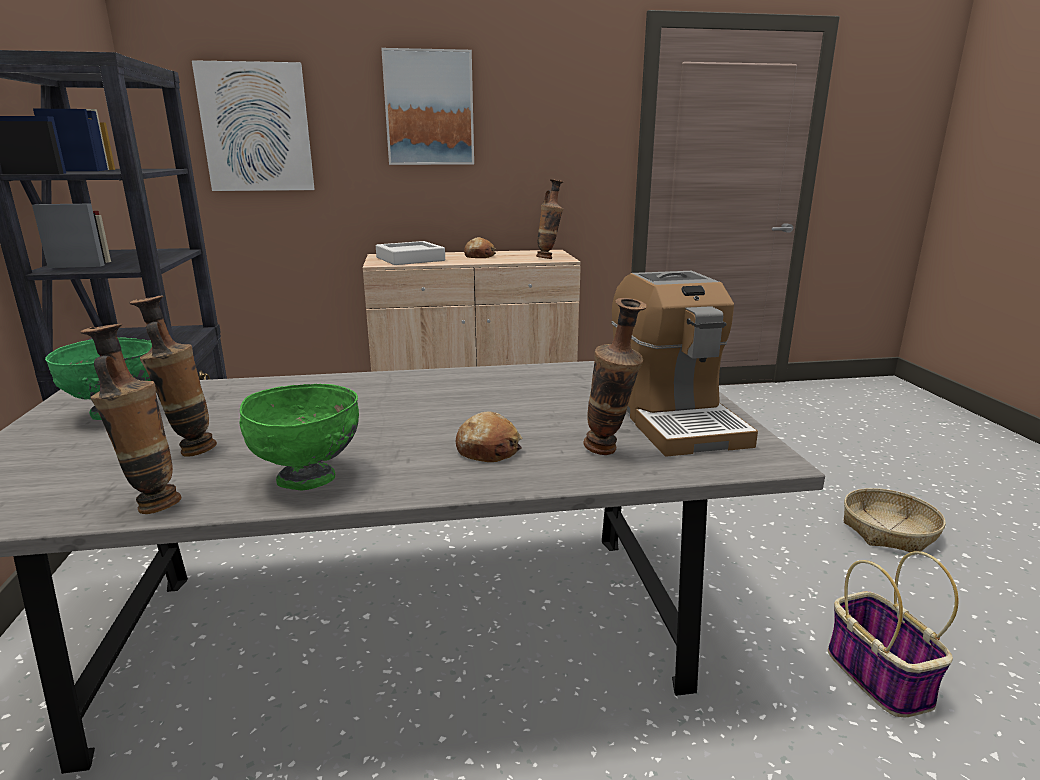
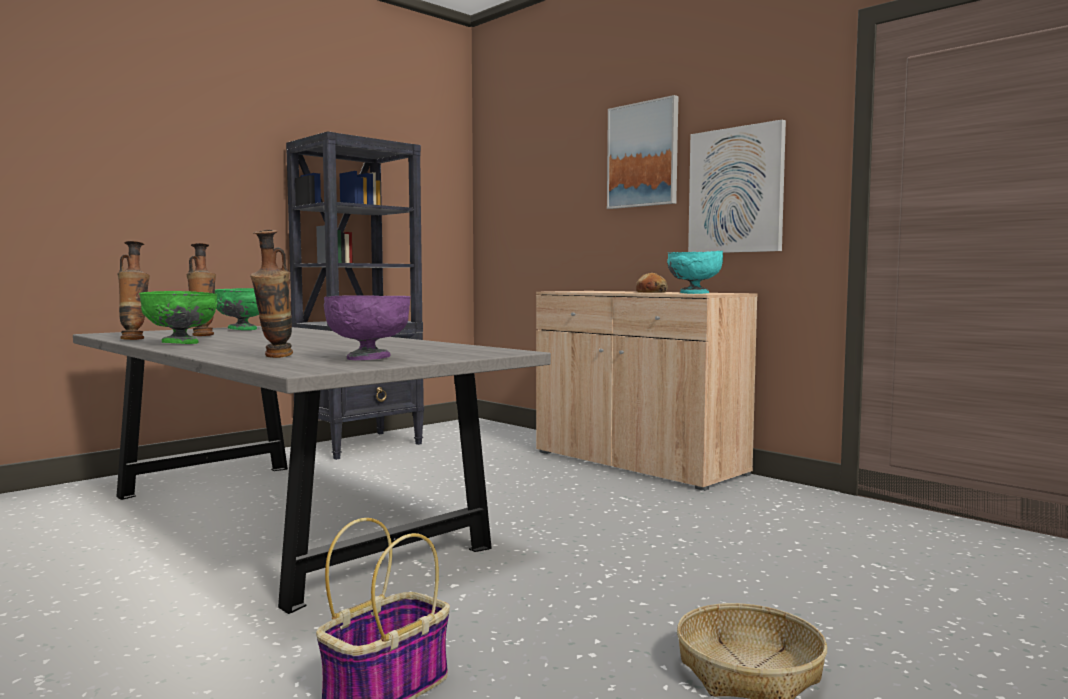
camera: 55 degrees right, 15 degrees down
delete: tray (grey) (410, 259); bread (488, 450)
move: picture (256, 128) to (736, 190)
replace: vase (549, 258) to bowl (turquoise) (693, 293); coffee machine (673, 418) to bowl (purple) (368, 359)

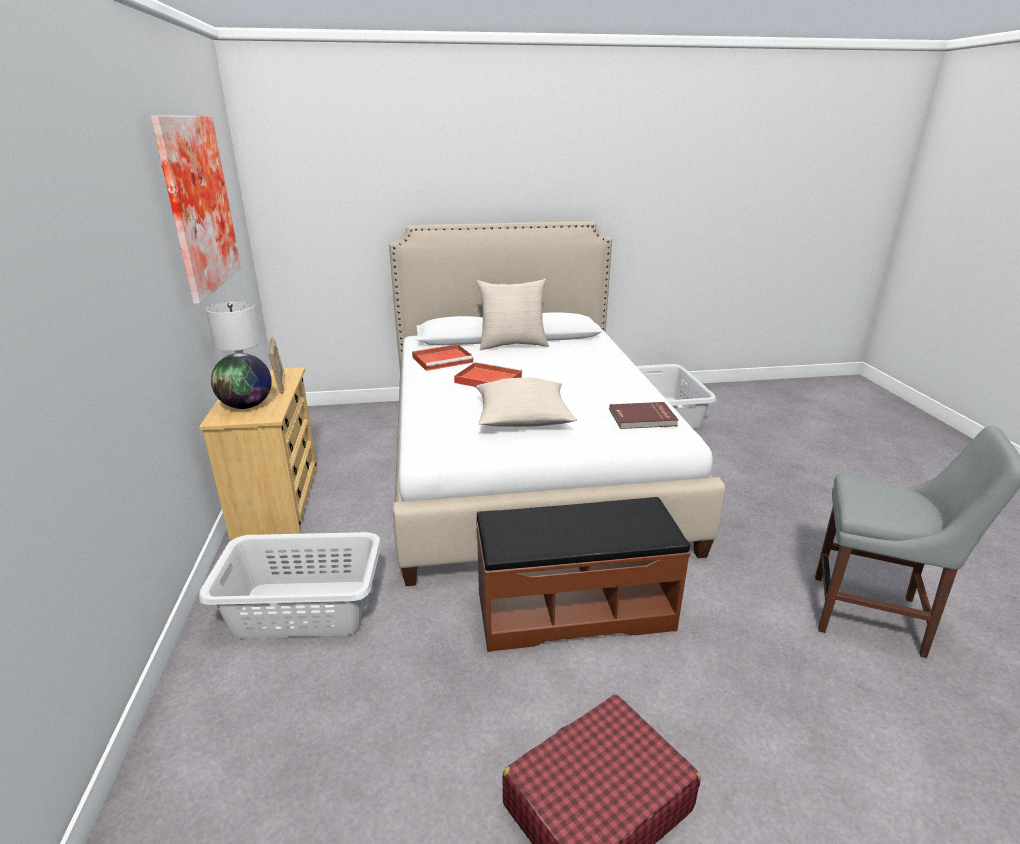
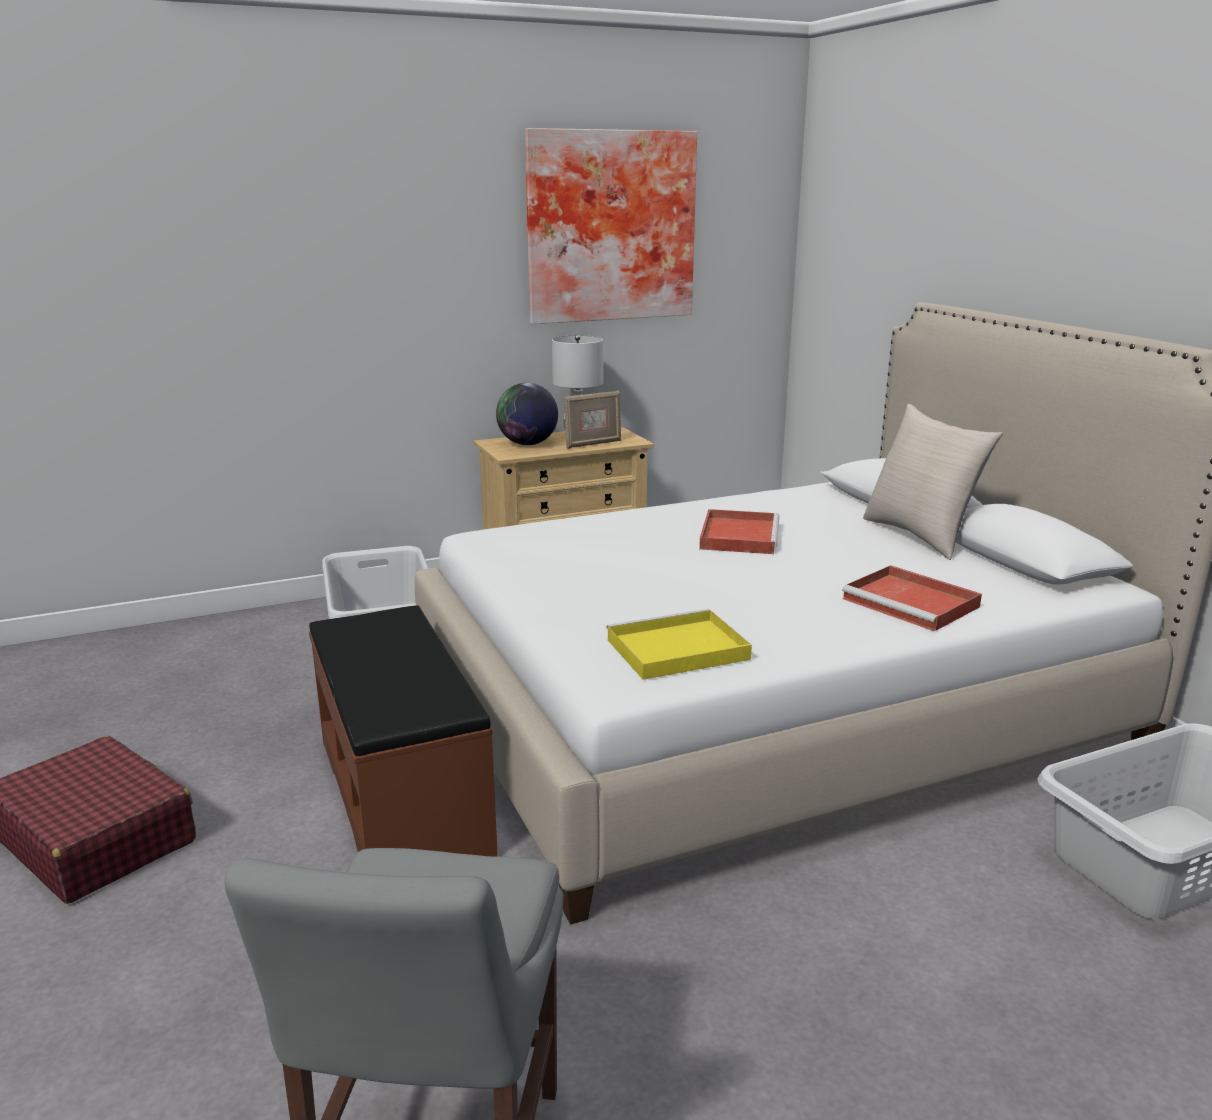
camera: 75 degrees right, 5 degrees down
delete: pillow (beige) (522, 418)
move: tray (red) (443, 359) to (913, 603)
replace: book (red) (642, 418) to tray (yellow) (675, 650)

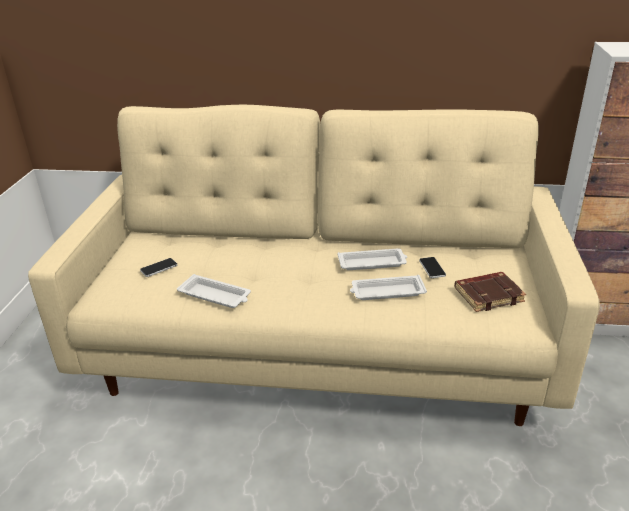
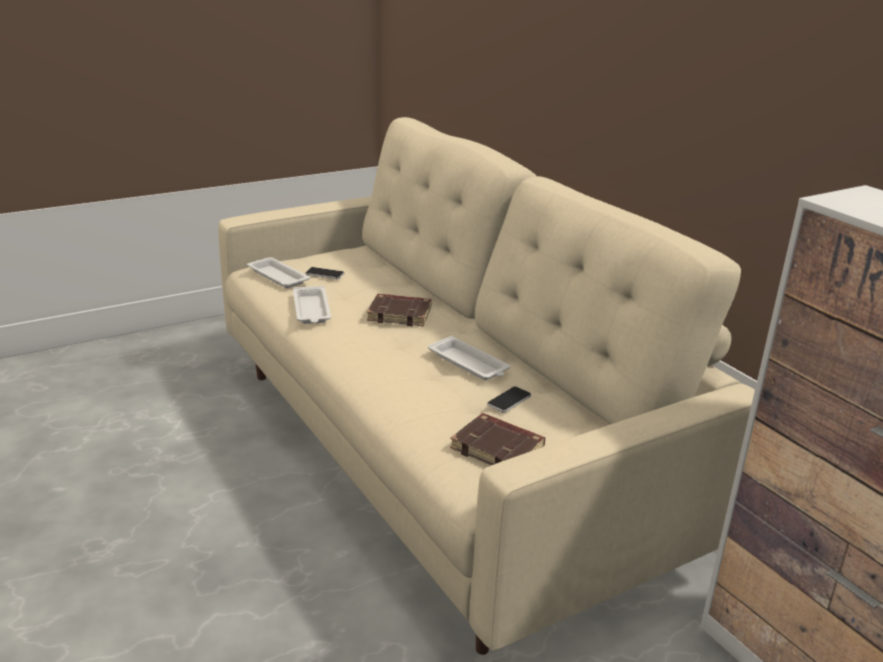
camera: 50 degrees right, 5 degrees down
insert: book (brown) (400, 314)
move: tray (white) (386, 292) to (277, 276)

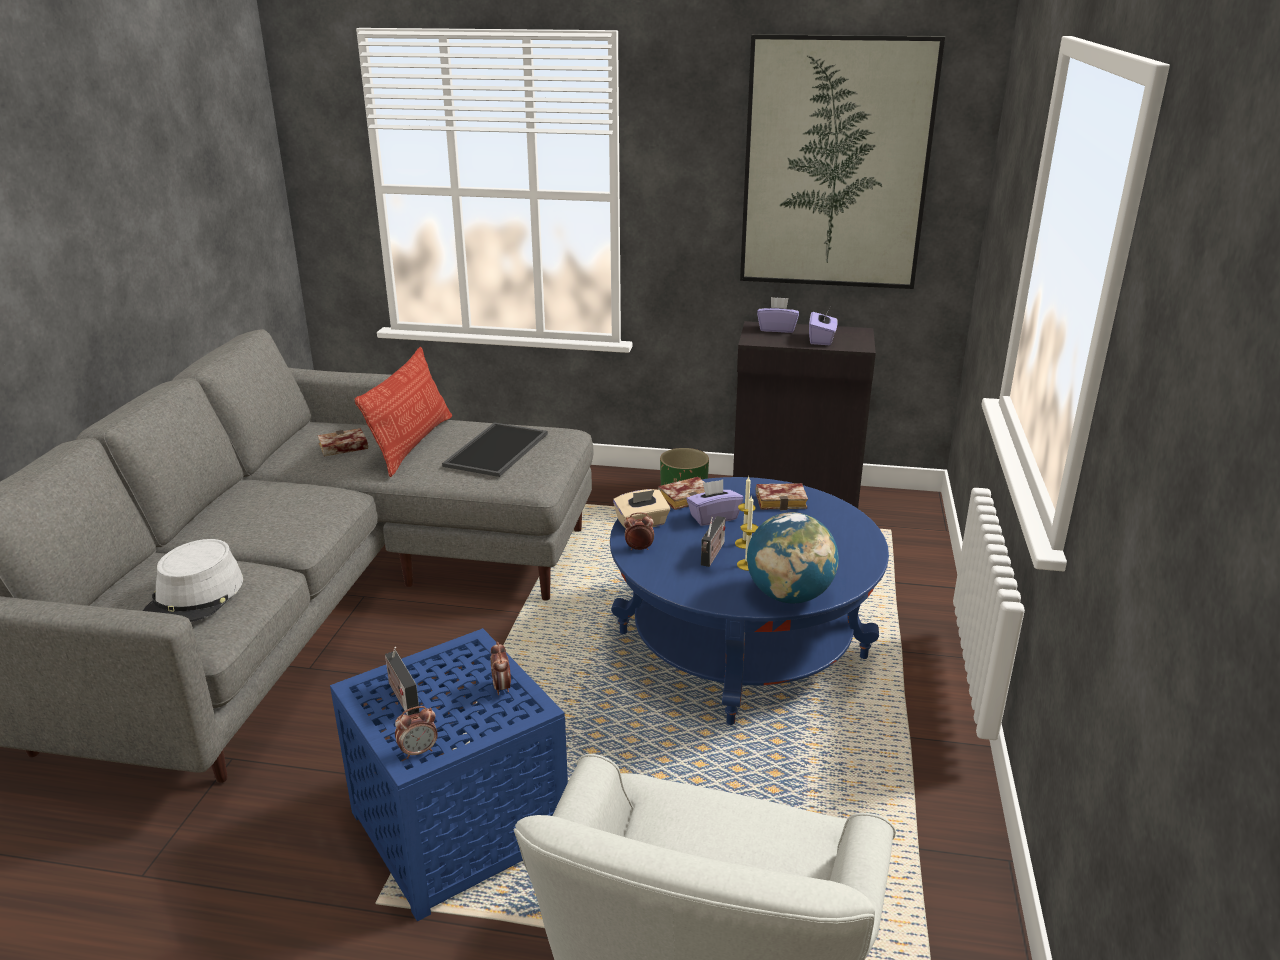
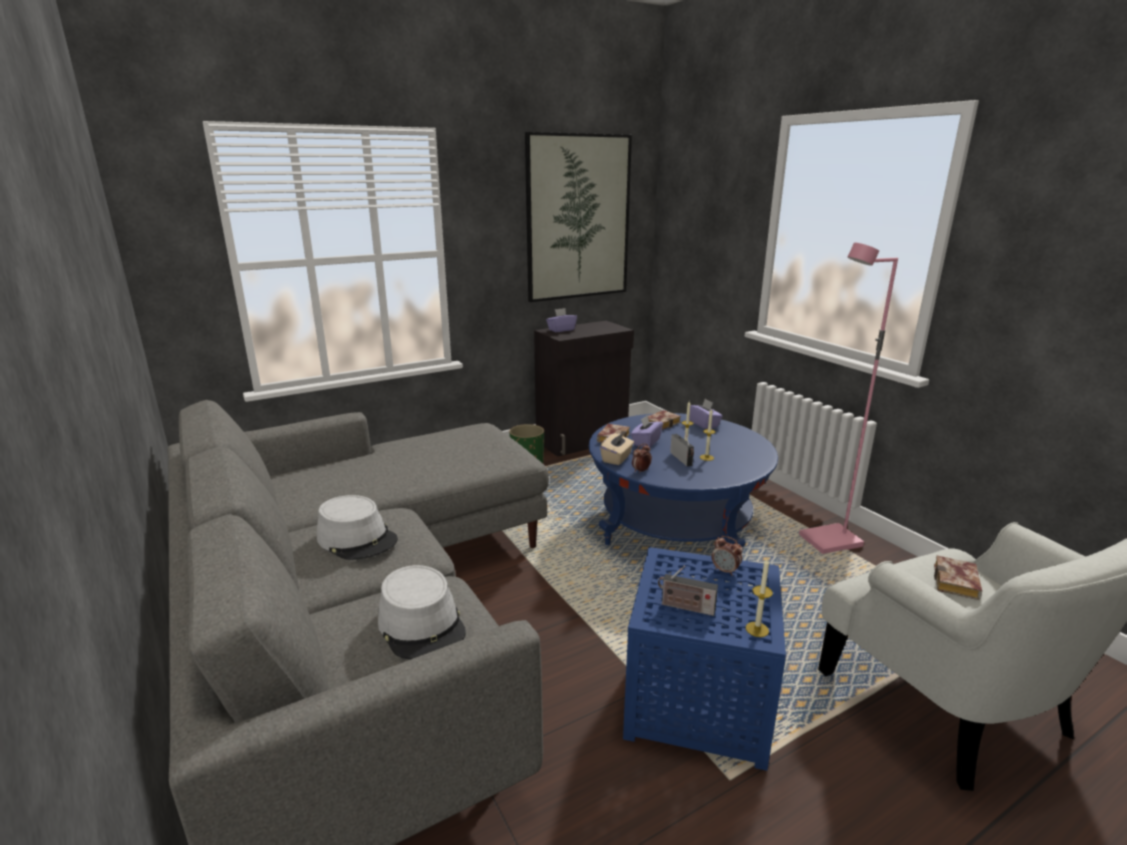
camera: 40 degrees left, 5 degrees down
delete: pillow (412, 444); tray (497, 450); globe (789, 596)
insert: hat (grey) (357, 539); floor lamp (pink) (830, 542)
move: book (341, 448) to (958, 584); tissue box (purple) (821, 340) to (704, 424)
replace: alarm clock (418, 751) to candle (757, 629)

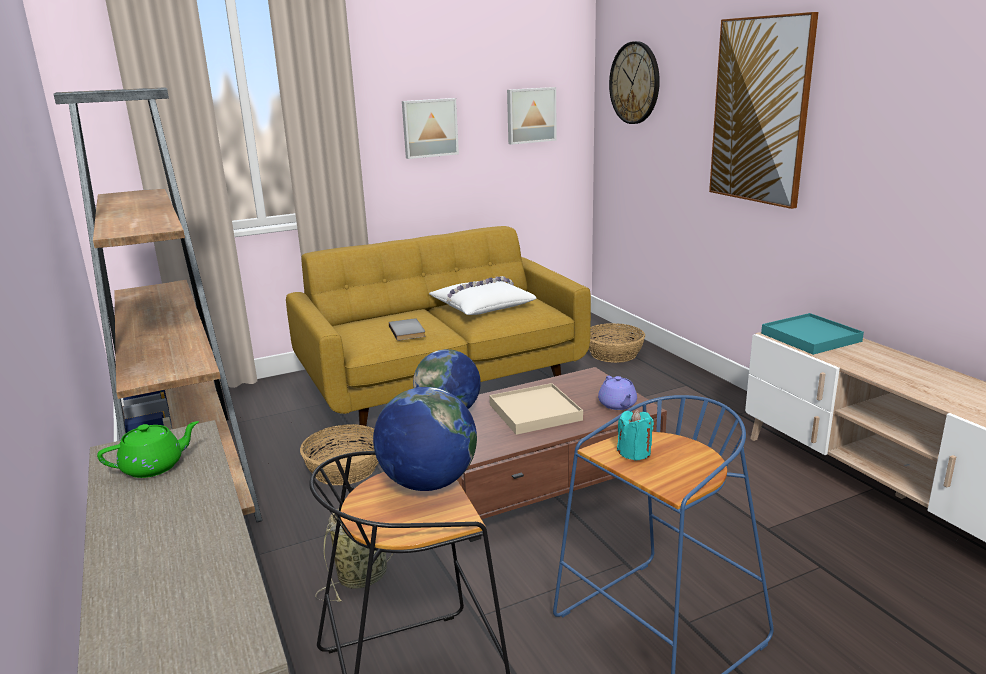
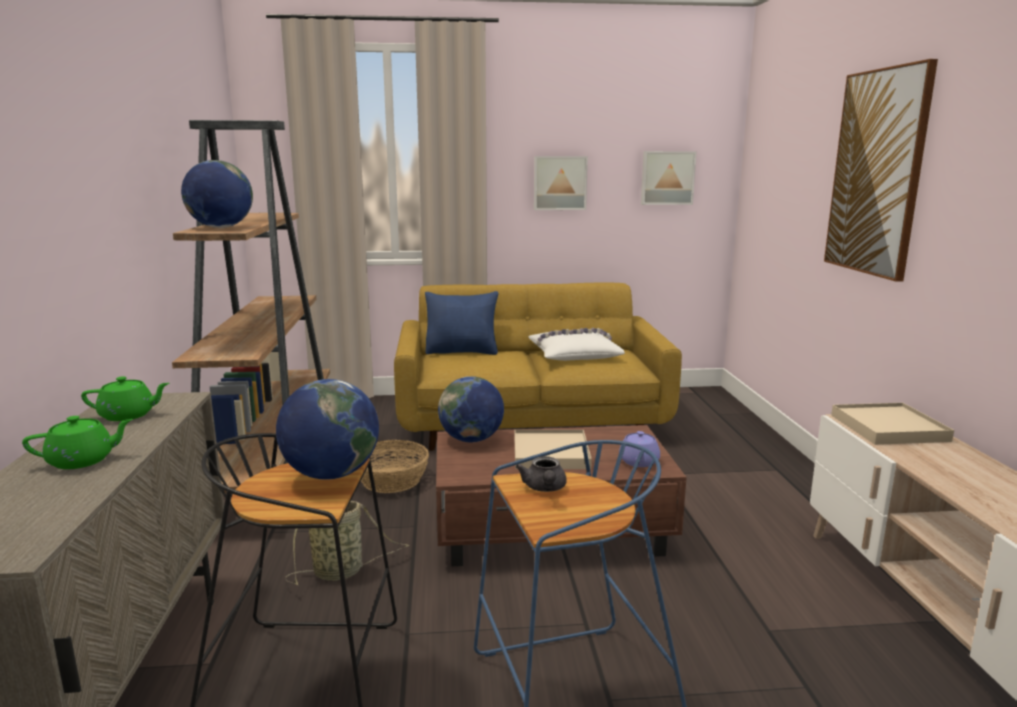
camera: 20 degrees right, 5 degrees down
delete: book (grey) (408, 331); basket (614, 354); wall clock (635, 83)
insert: teapot (green) (83, 460); globe (221, 227); pillow (blue) (462, 352)
replace: candle (turquoise) (634, 452) to teapot (grey) (544, 488)
recolor: tray (turquoise) (811, 337) to tray (beige) (889, 428)

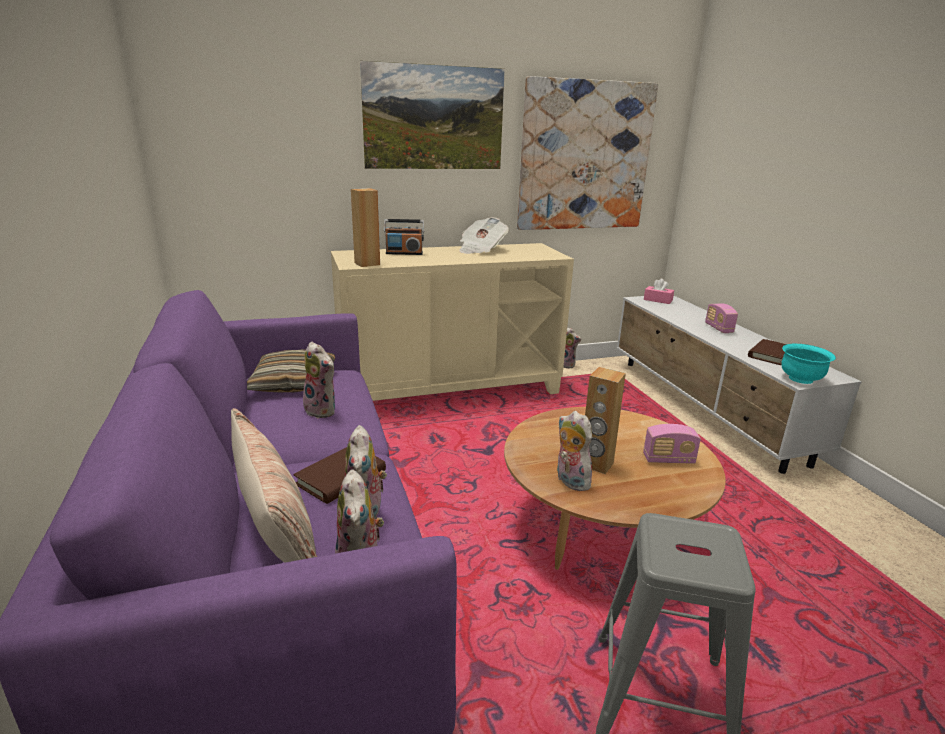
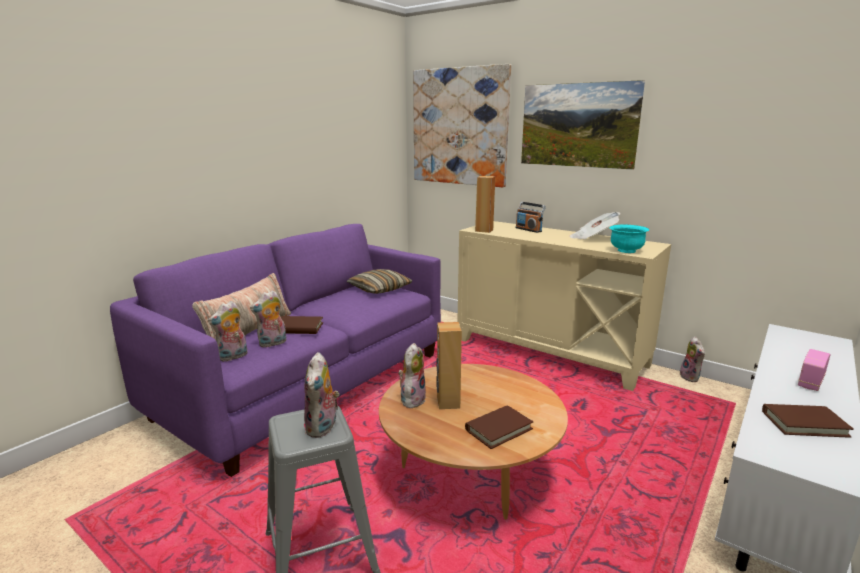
camera: 55 degrees right, 5 degrees down
delete: tissue box (pink) (658, 300)
move: plush toy (323, 410) to (323, 428); picture (585, 157) to (459, 127); bowl (turquoise) (800, 379) to (626, 251)
replace: radio (668, 459) to book (brown) (498, 429)

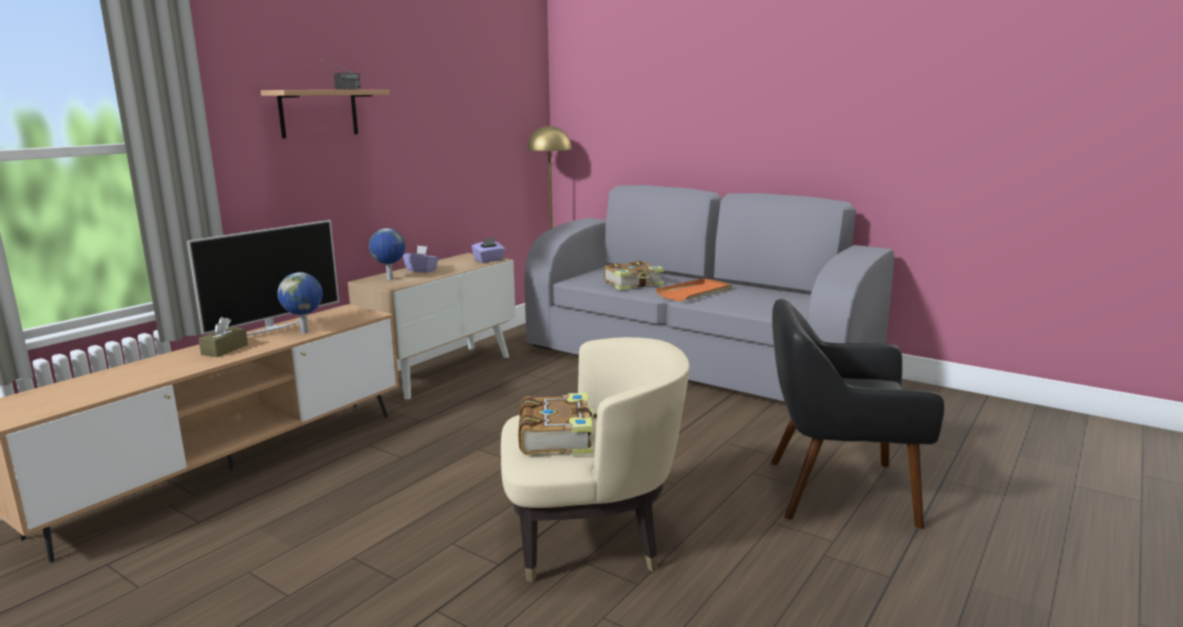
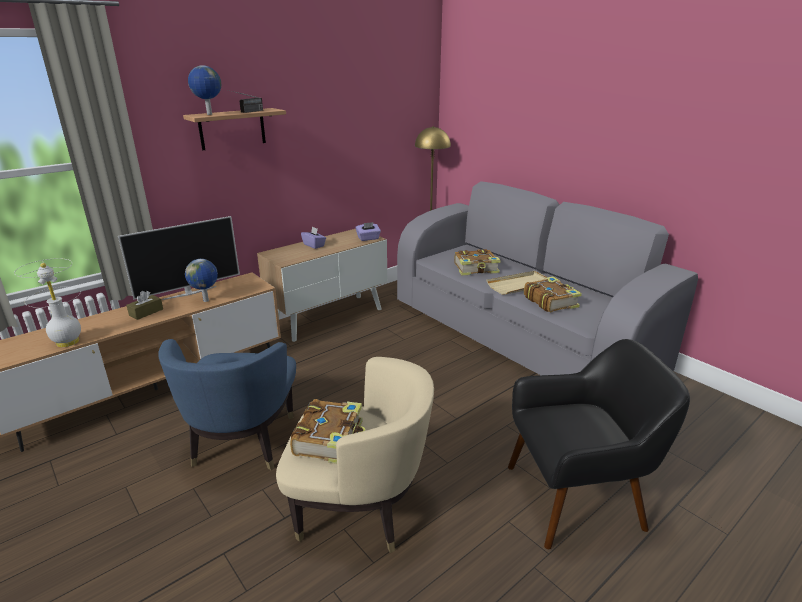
camera: 15 degrees right, 10 degrees up
insert: table lamp (white) (67, 342); armchair (blue) (243, 442); book (550, 301)
move: globe (390, 279) to (209, 114)
recolor: tray (orange) (695, 293) to tray (beige) (520, 285)
rotate: armchair (black) (837, 492) = (576, 498) 150 degrees clockwise

